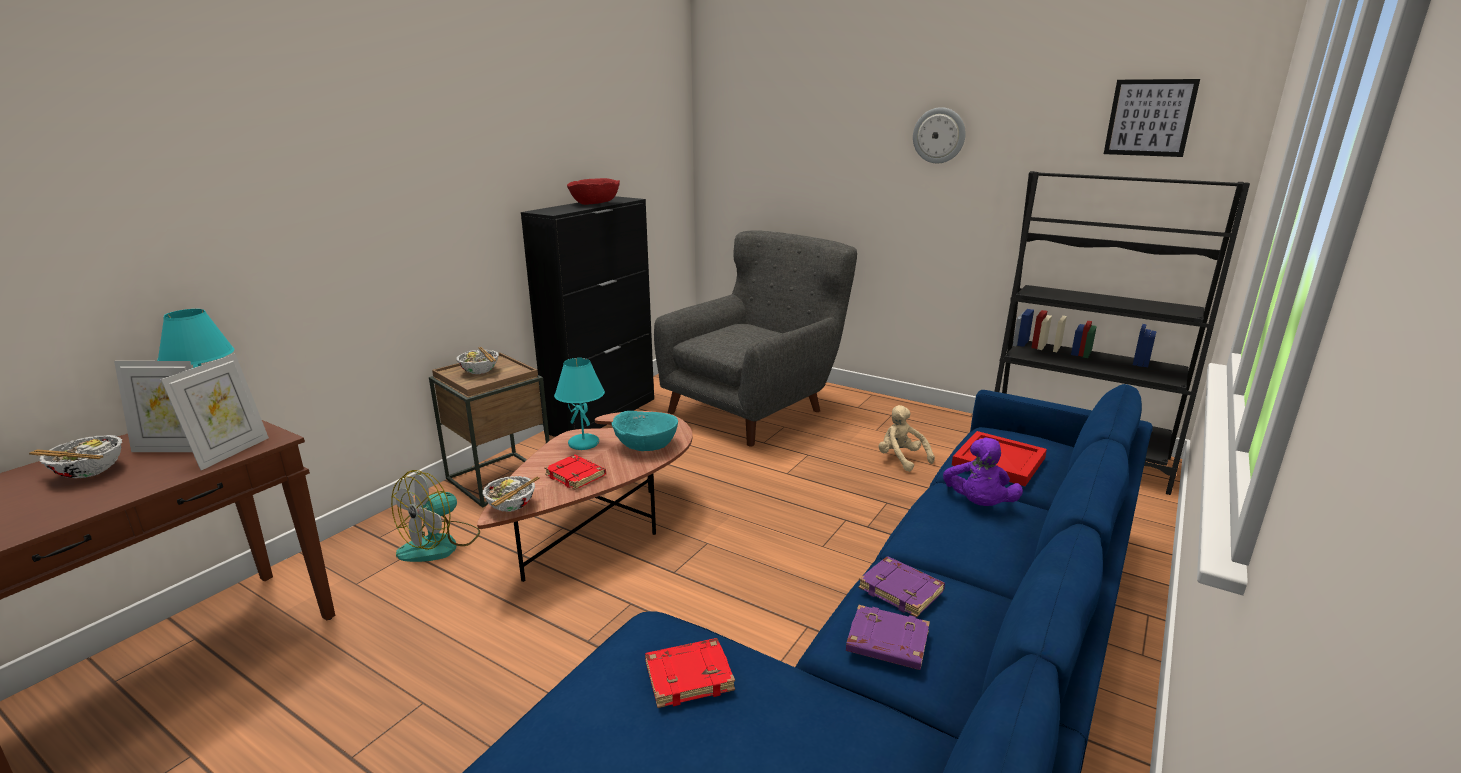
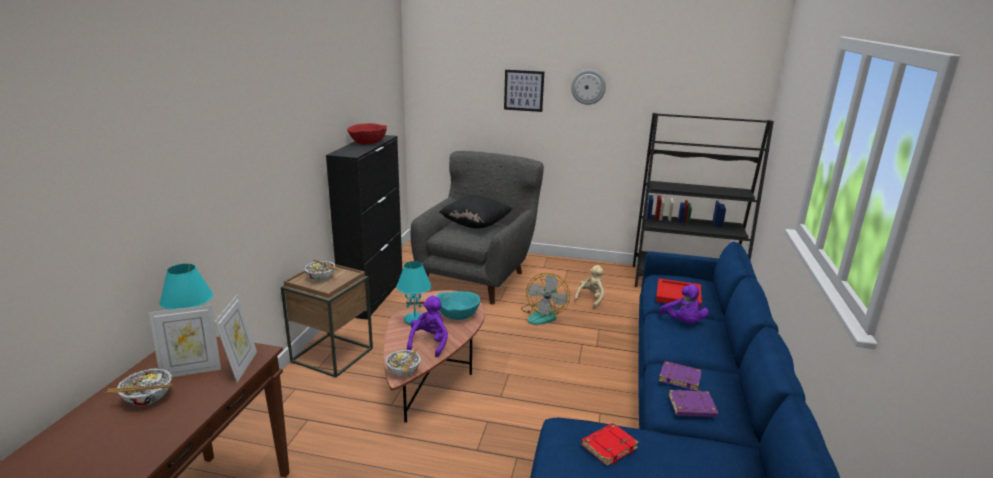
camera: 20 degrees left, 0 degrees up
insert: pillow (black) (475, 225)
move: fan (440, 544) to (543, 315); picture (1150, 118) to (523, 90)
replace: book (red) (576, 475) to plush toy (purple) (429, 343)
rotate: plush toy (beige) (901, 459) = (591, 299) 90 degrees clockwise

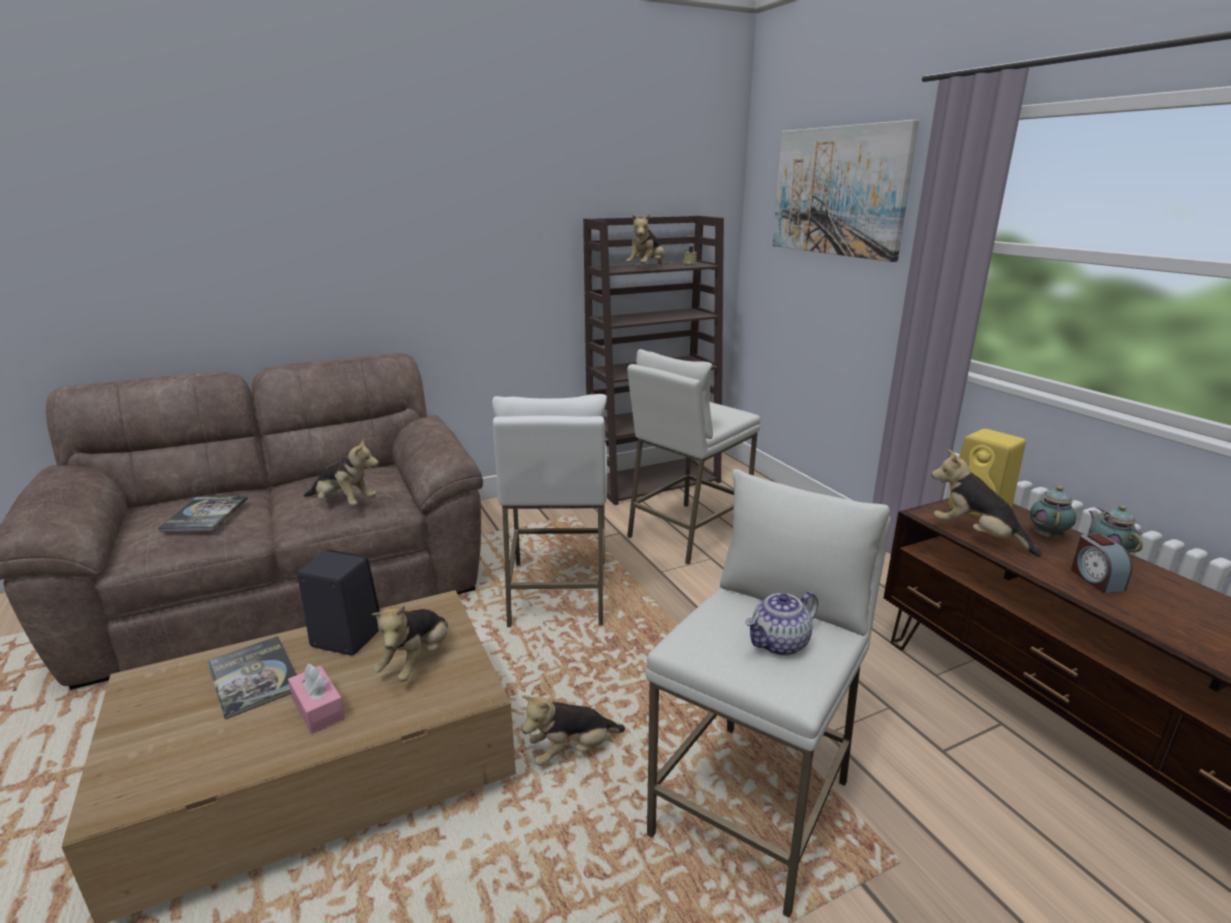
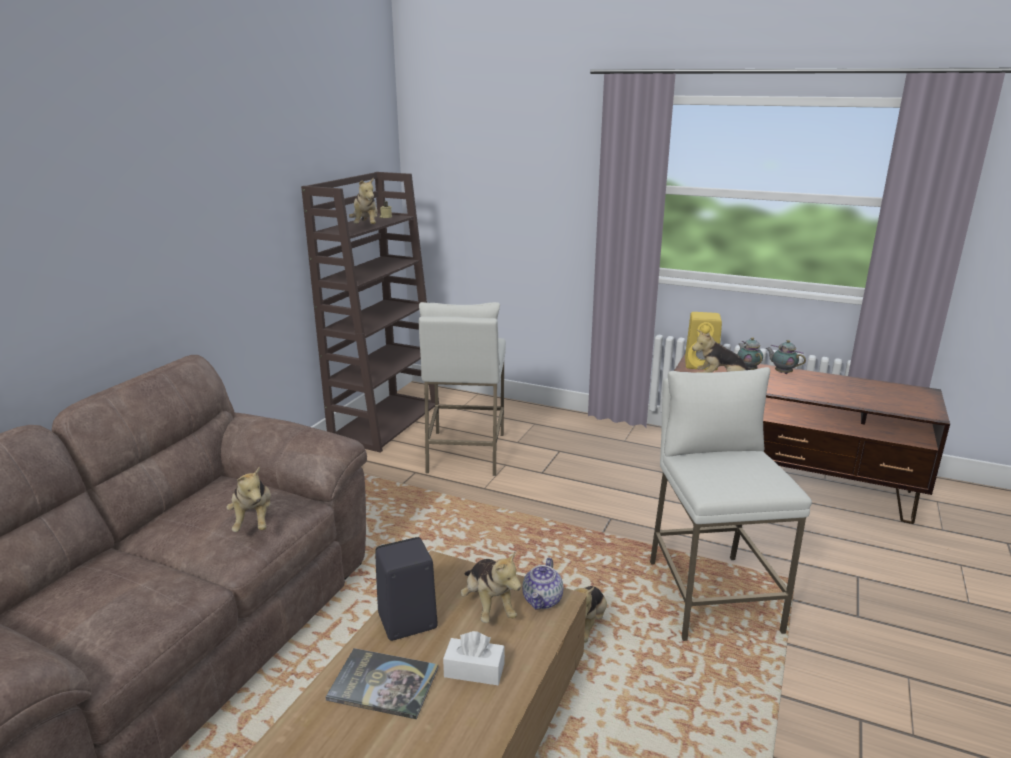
camera: 40 degrees left, 0 degrees up
delete: book (205, 515); stool (white) (558, 594); picture (838, 191); alarm clock (1095, 579)
move: teapot (779, 644) to (543, 600)
recolor: tissue box (pink) (318, 709) to tissue box (white) (474, 670)
rotate: plush toy (344, 503) = (254, 521) 90 degrees clockwise

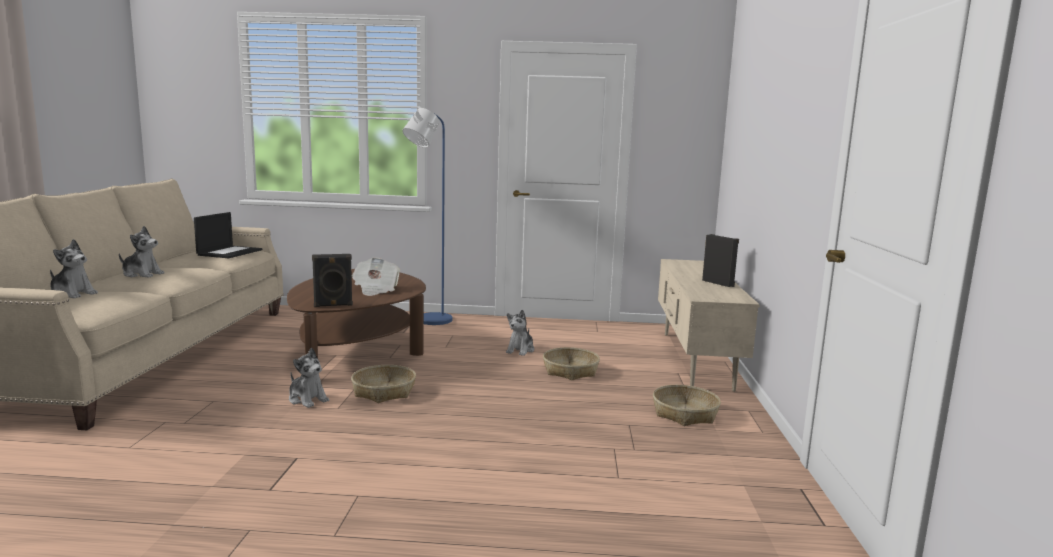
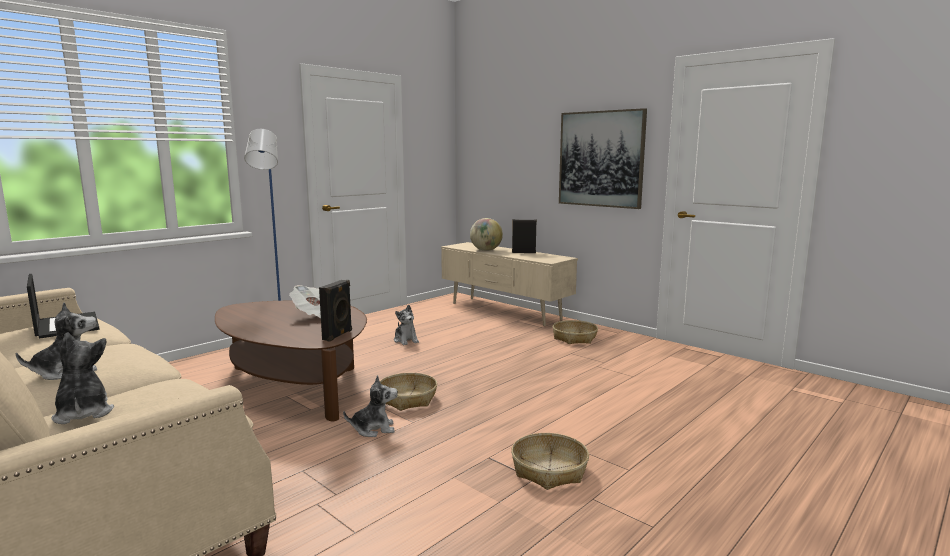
camera: 50 degrees left, 0 degrees up
insert: globe (486, 250); picture (601, 159)
move: basket (570, 371) to (549, 470)
rotate: plush toy (73, 294) = (83, 413) 90 degrees counterclockwise

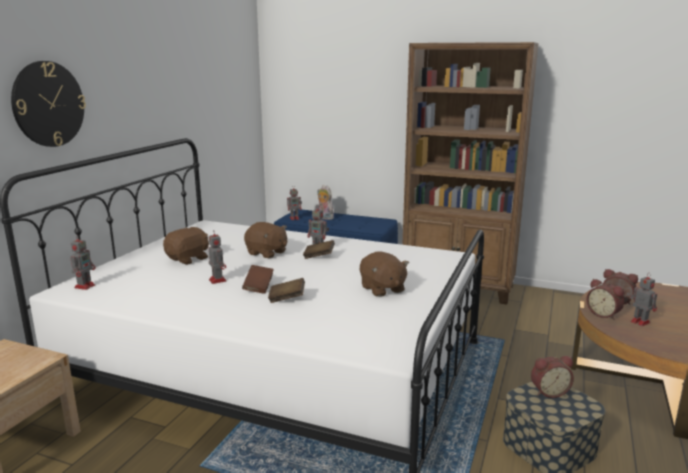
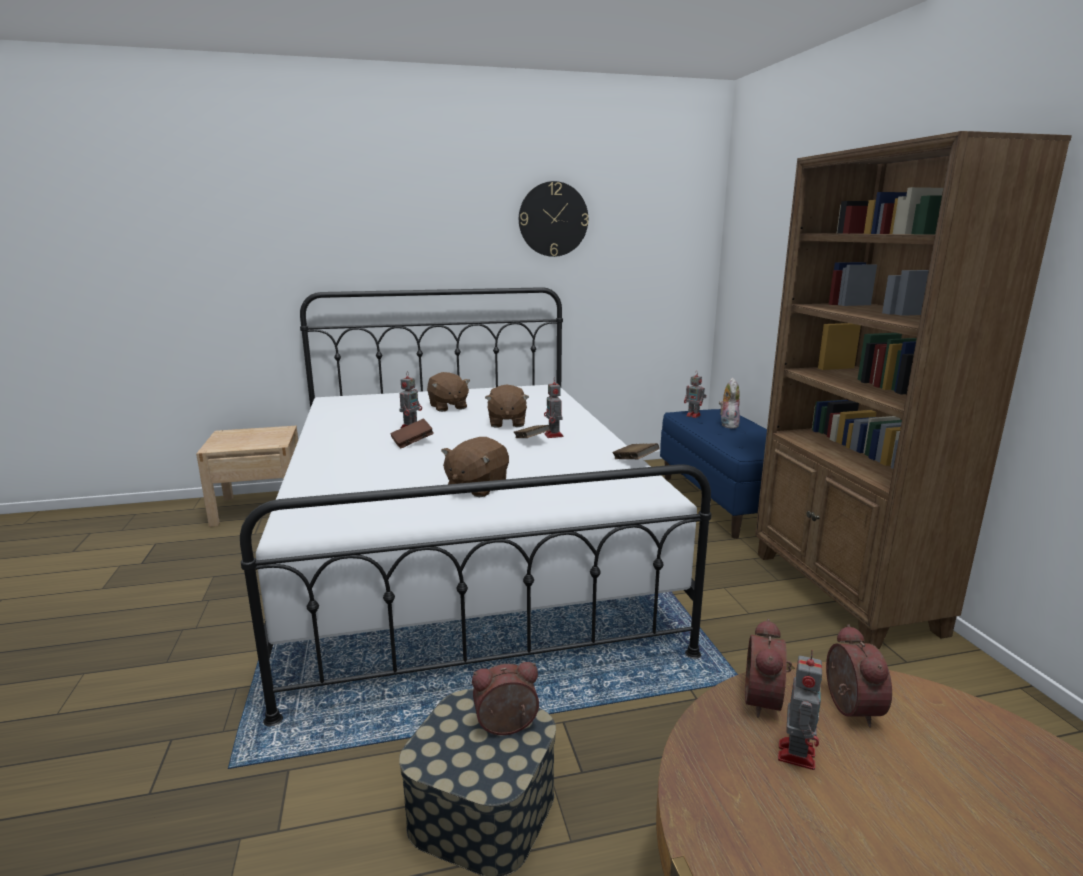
camera: 55 degrees right, 0 degrees up
delete: toy robot (85, 286)
move: wall clock (48, 104) to (553, 219); book (brown) (287, 299) to (634, 461)
rotate: plush toy (brown) (188, 259) = (447, 407) 60 degrees clockwise; alarm clock (548, 391) = (506, 727) 120 degrees clockwise

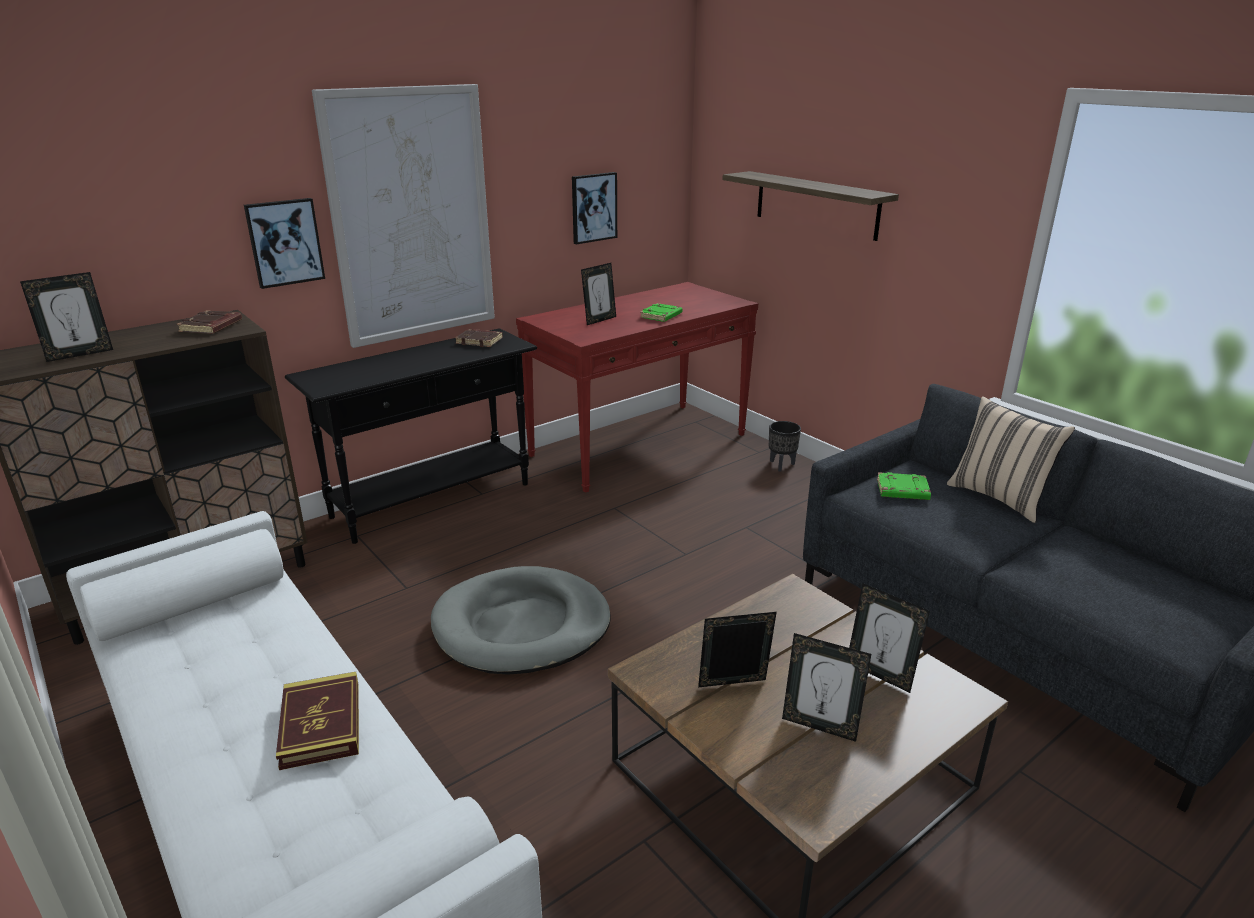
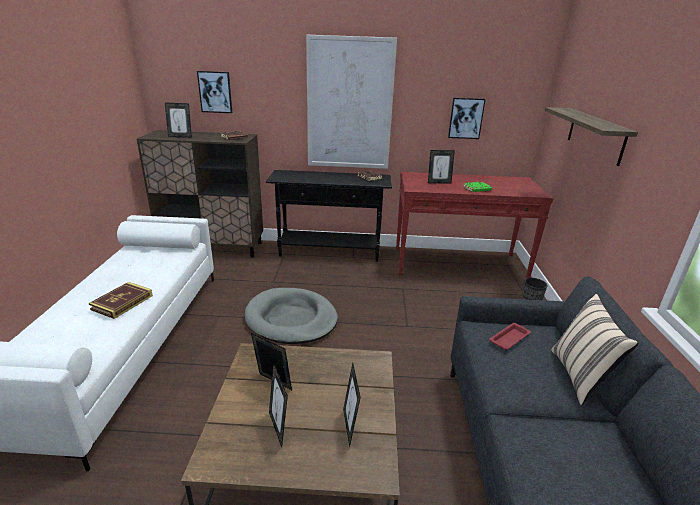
camera: 40 degrees right, 0 degrees up
move: picture (285, 242) to (215, 92)
replace: book (green) (902, 491) to tray (red) (510, 338)

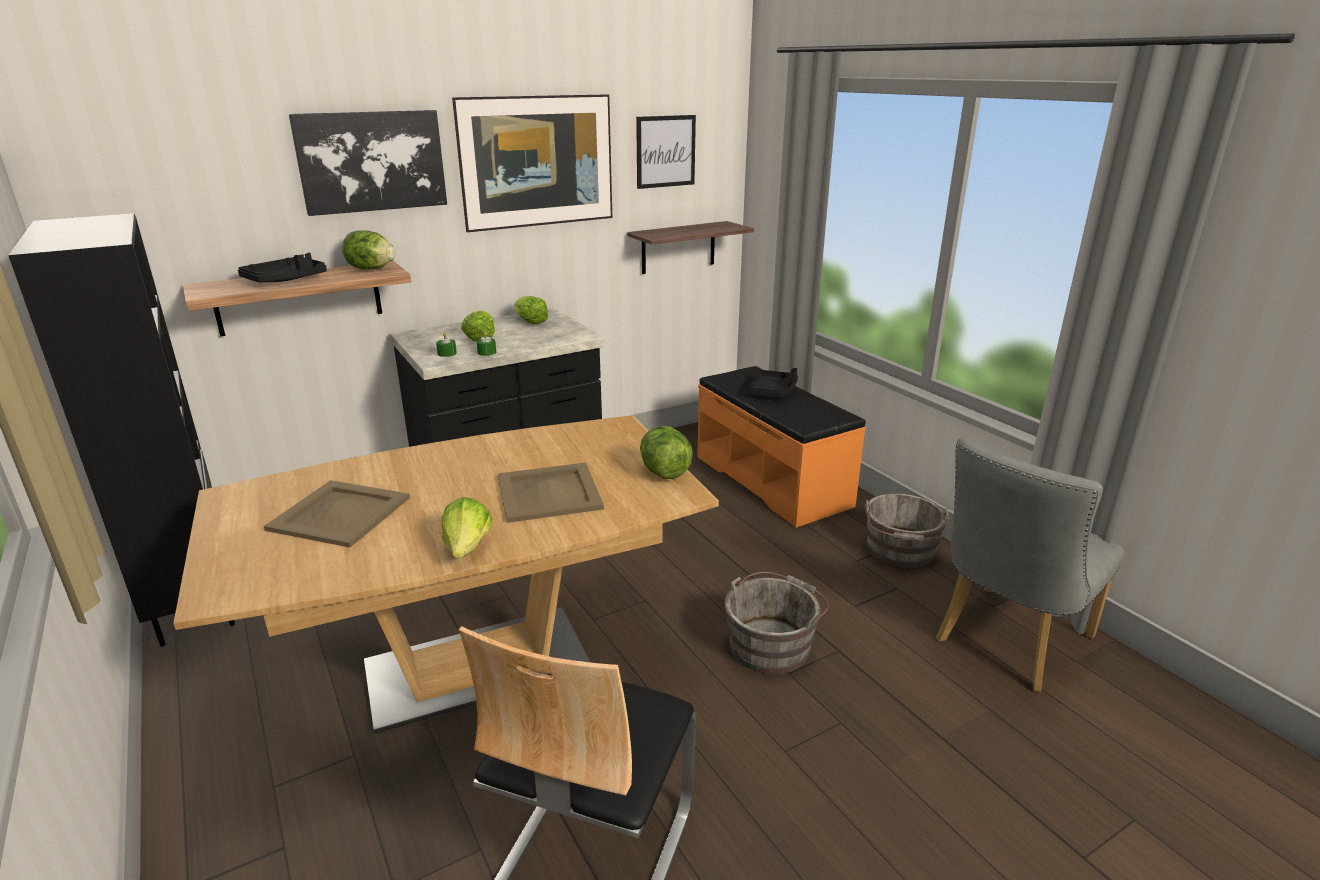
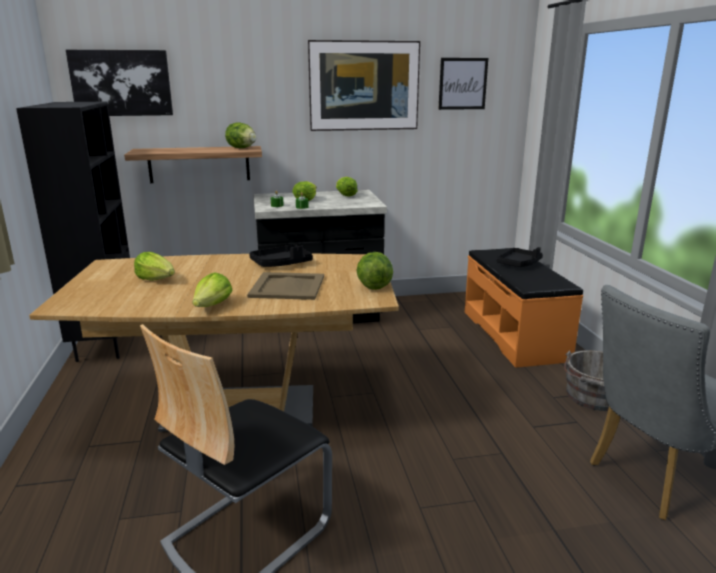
camera: 20 degrees right, 5 degrees down
delete: shelf (678, 247); bucket (grey) (772, 643)
move: tray (black) (285, 280) to (281, 264); picture (371, 161) to (121, 83)
replace: tray (beige) (339, 513) to lettuce (157, 279)

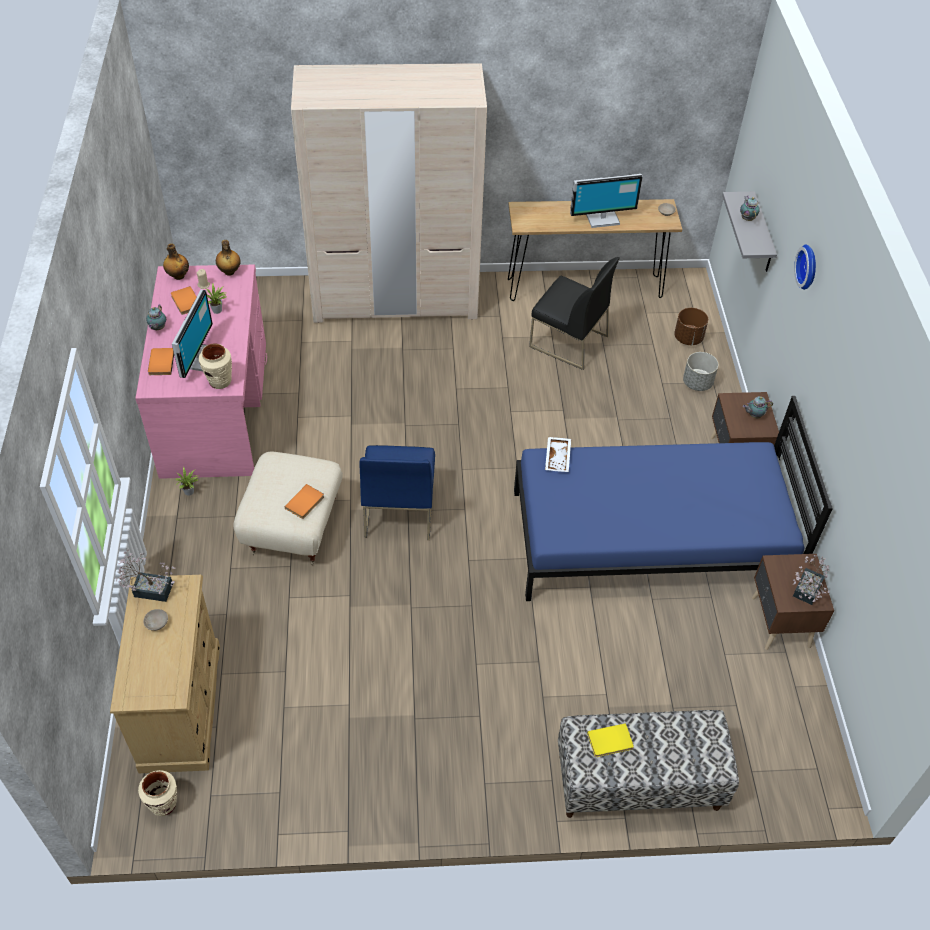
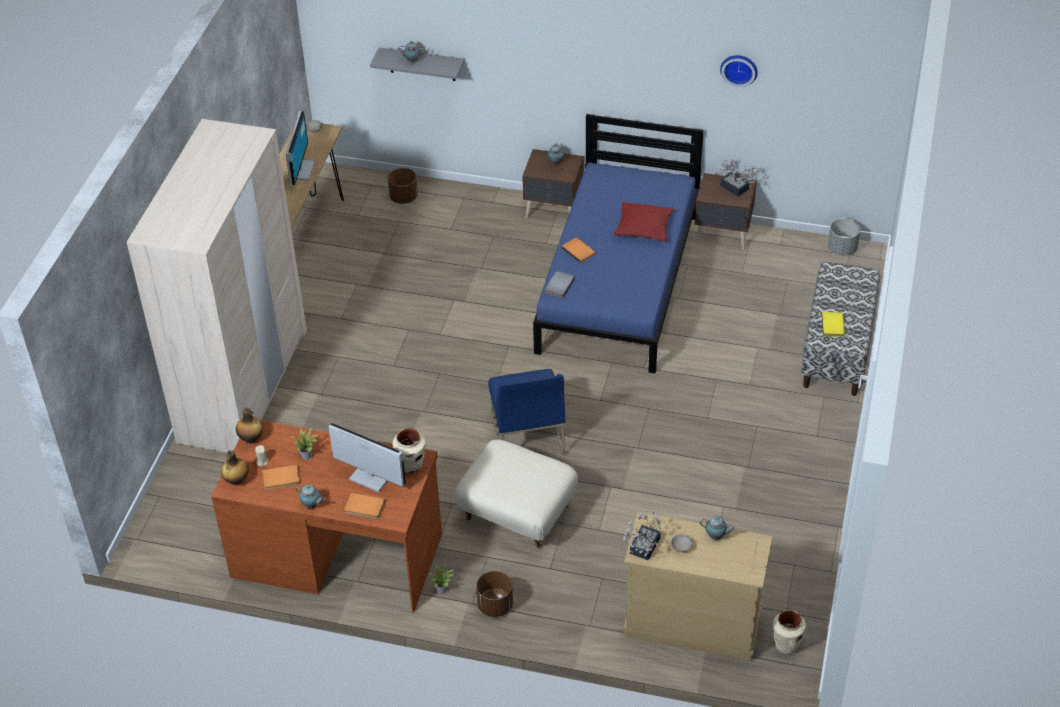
camera: 70 degrees left, 5 degrees down
delete: chair (black) (568, 341)
insert: planter (brown) (495, 606); pillow (red) (643, 227); teapot (716, 536)
move: book (orange) (305, 503) to (579, 251); planter (grey) (697, 383) to (842, 249); wall clock (809, 267) to (739, 68)
replace: tray (white) (558, 458) to book (grey) (558, 285)
recolor: desk (pink) (216, 409) to desk (brown) (337, 554)
rotate: chair (blue) (398, 510) = (527, 435) 60 degrees clockwise

